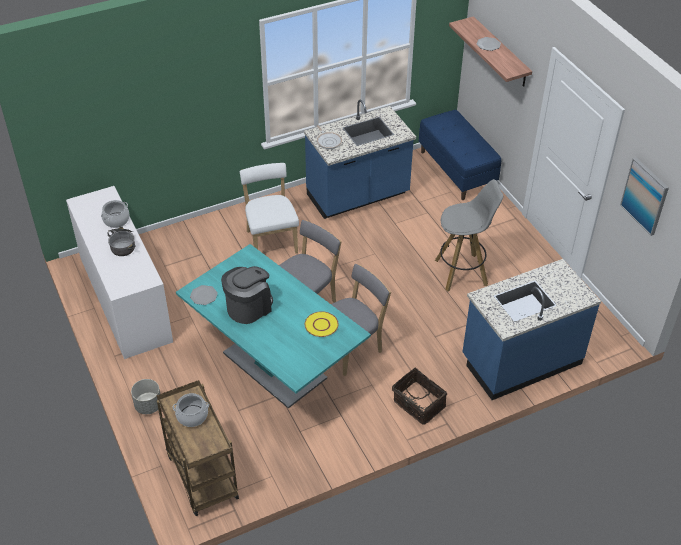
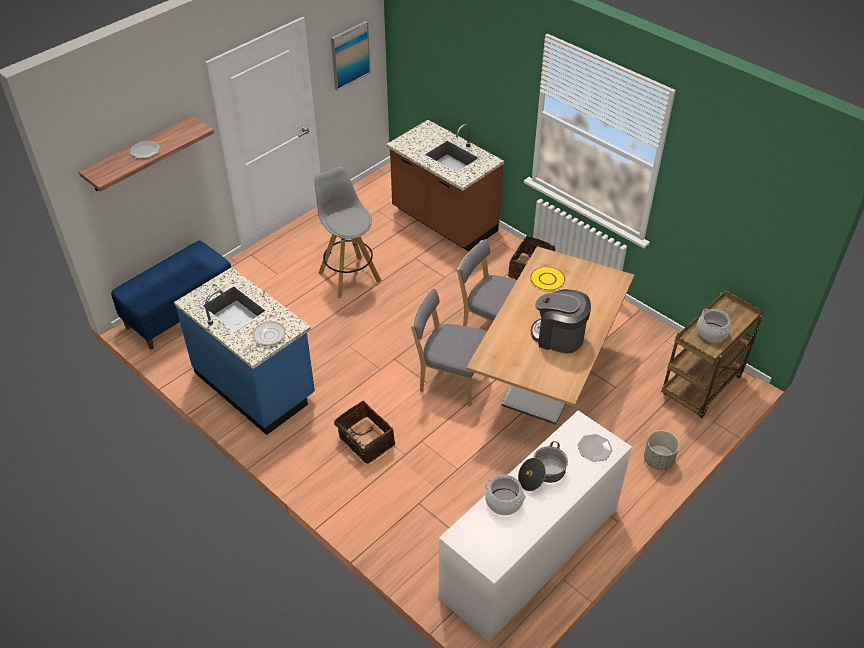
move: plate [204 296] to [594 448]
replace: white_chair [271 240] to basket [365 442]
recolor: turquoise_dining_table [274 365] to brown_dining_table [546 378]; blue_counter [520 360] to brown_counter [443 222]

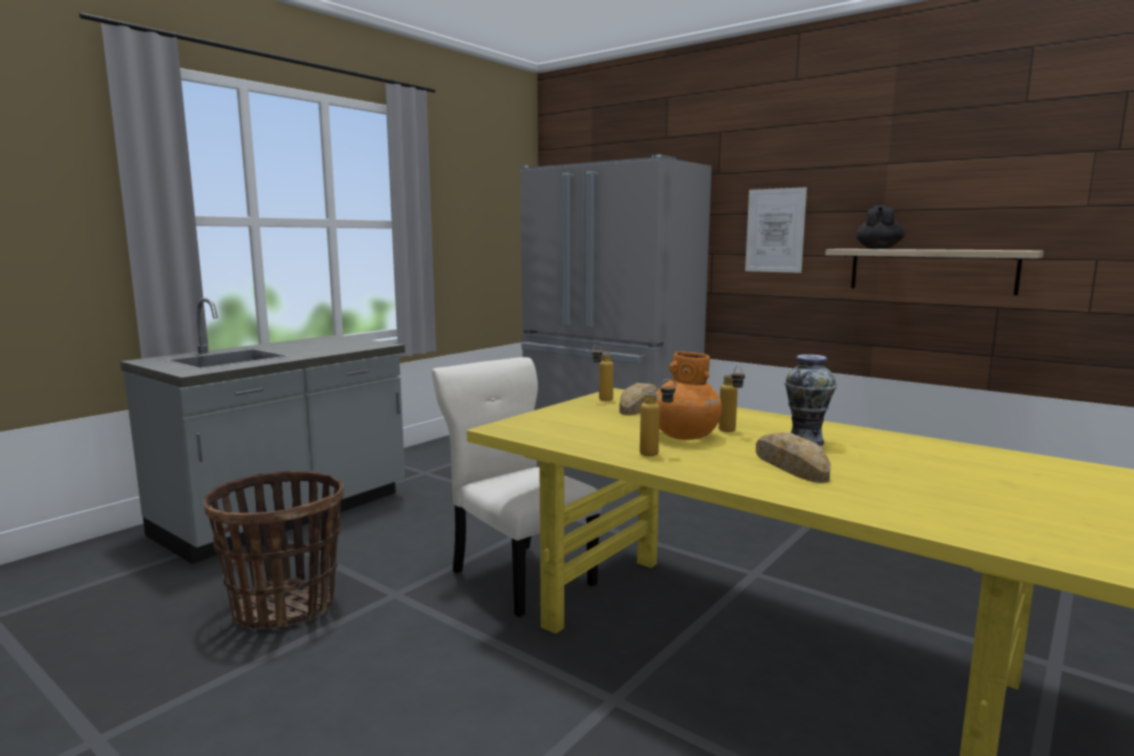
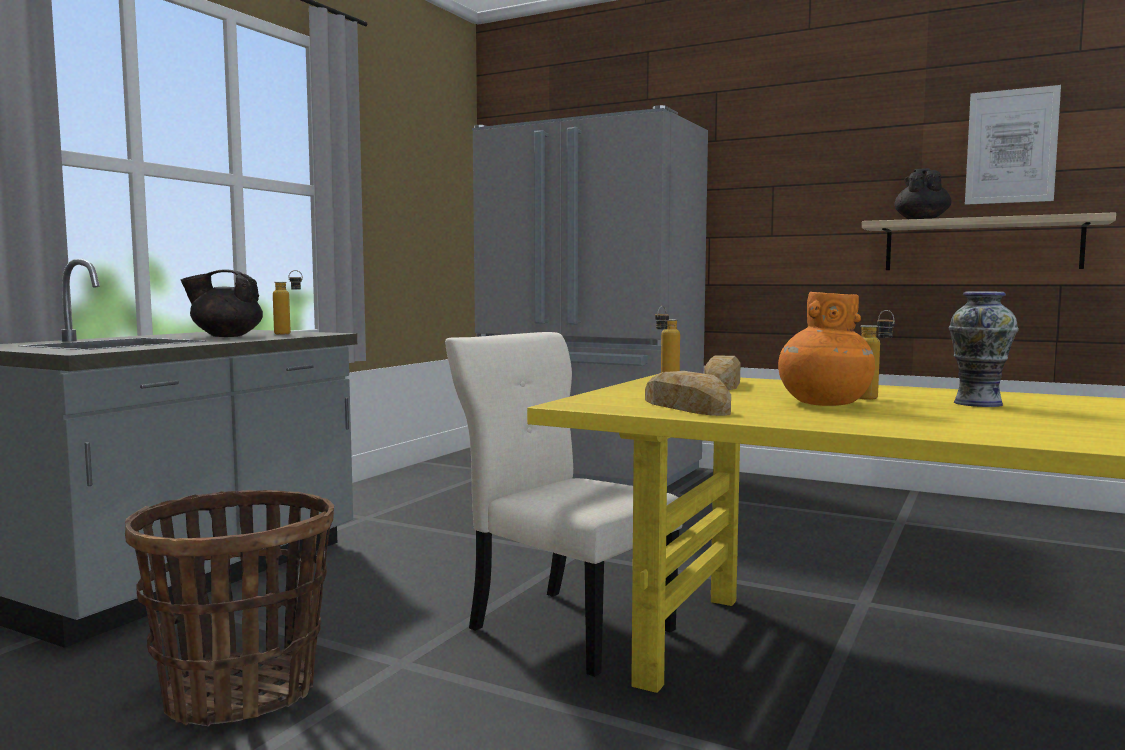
insert: black_teapot [226 336]
move: picture [775 230] to [1011 146]; bottle [656 453] to [289 334]; bread [790 465] to [686 407]

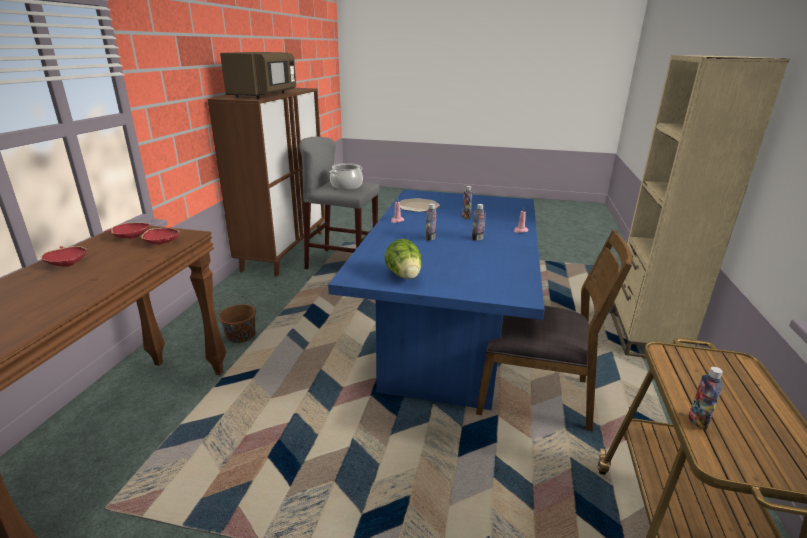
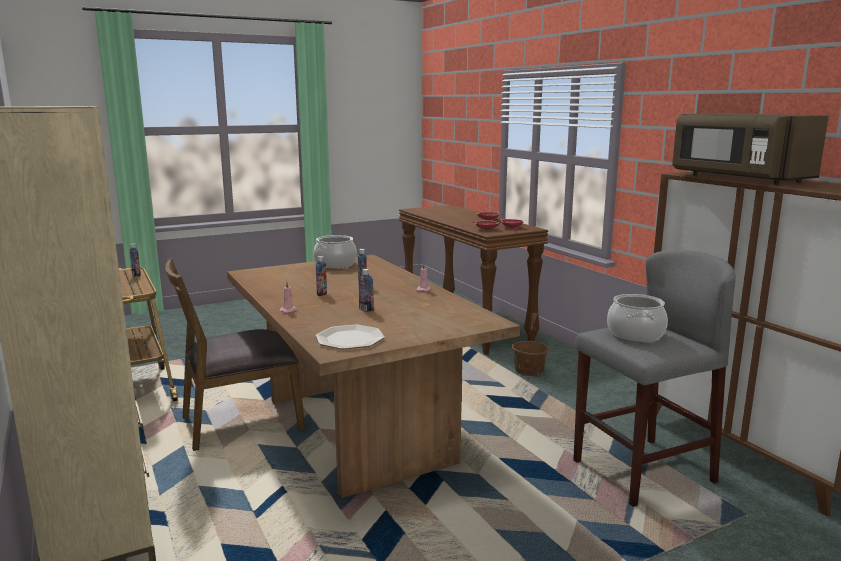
move: plate [418 206] to [349 339]
replace: lettuce [405 276] to cooking_pot [335 264]
recolor: blue_dining_table [447 344] to brown_dining_table [355 430]

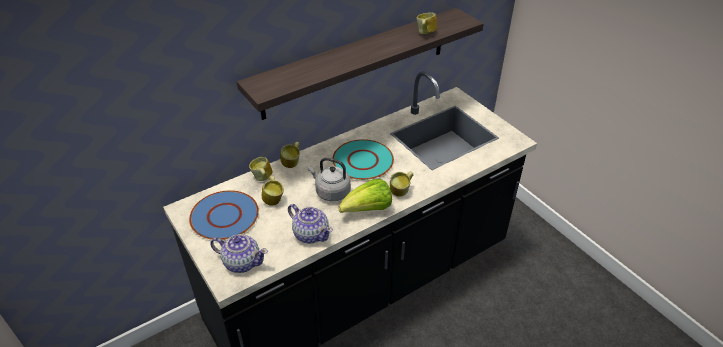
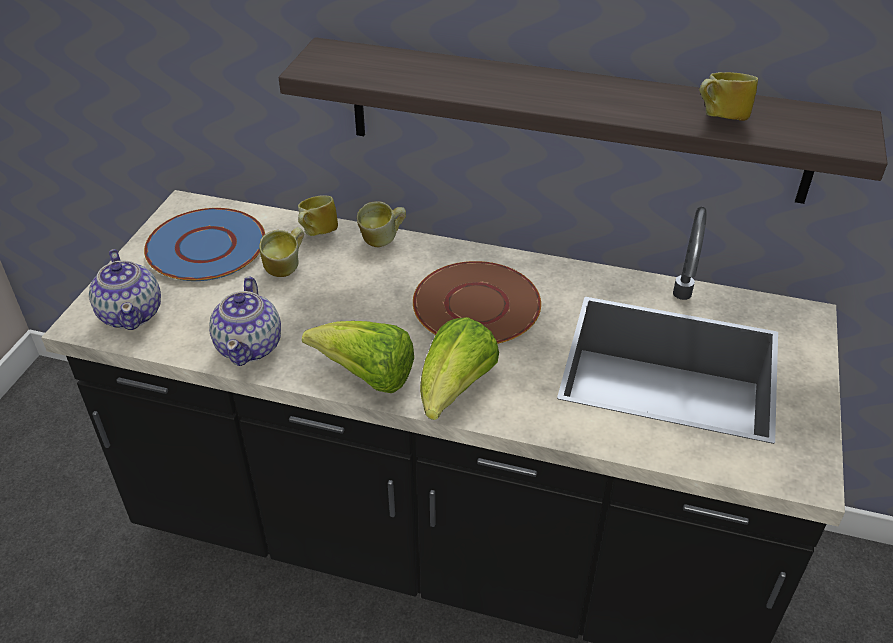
delete: grey_kettle [331 192]
replace: mug [401 191] to lettuce [455 391]
recolor: turquoise_plate [363 160] to brown_plate [477 305]

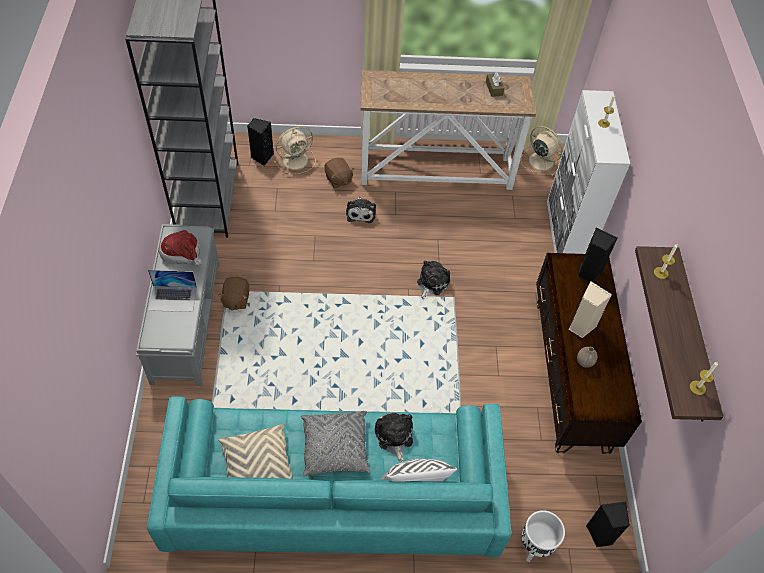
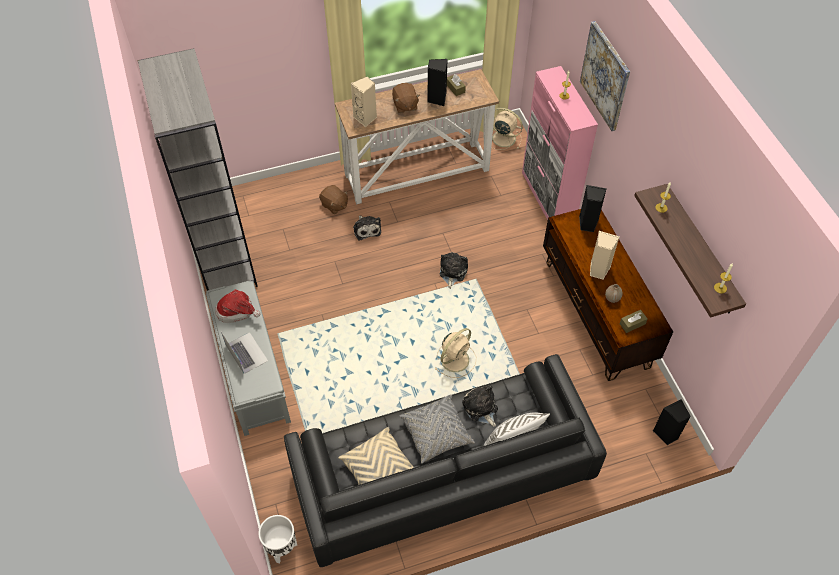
insert: picture [605 76]; beige_speaker [366 118]; brown_tissue_box [632 324]
move: black_speaker [262 157] to [437 99]; beige_fan [296 160] to [456 359]; brown_plush_toy [236 300] to [405 105]; white_planter [534 547] to [282 549]
recolor: white_cabinet [565 235] to pink_cabinet [548 198]; turquoise_sofa [333 494] to black_sofa [442 475]
rotate: laptop [173 298] = [246 352] 105 degrees counterclockwise

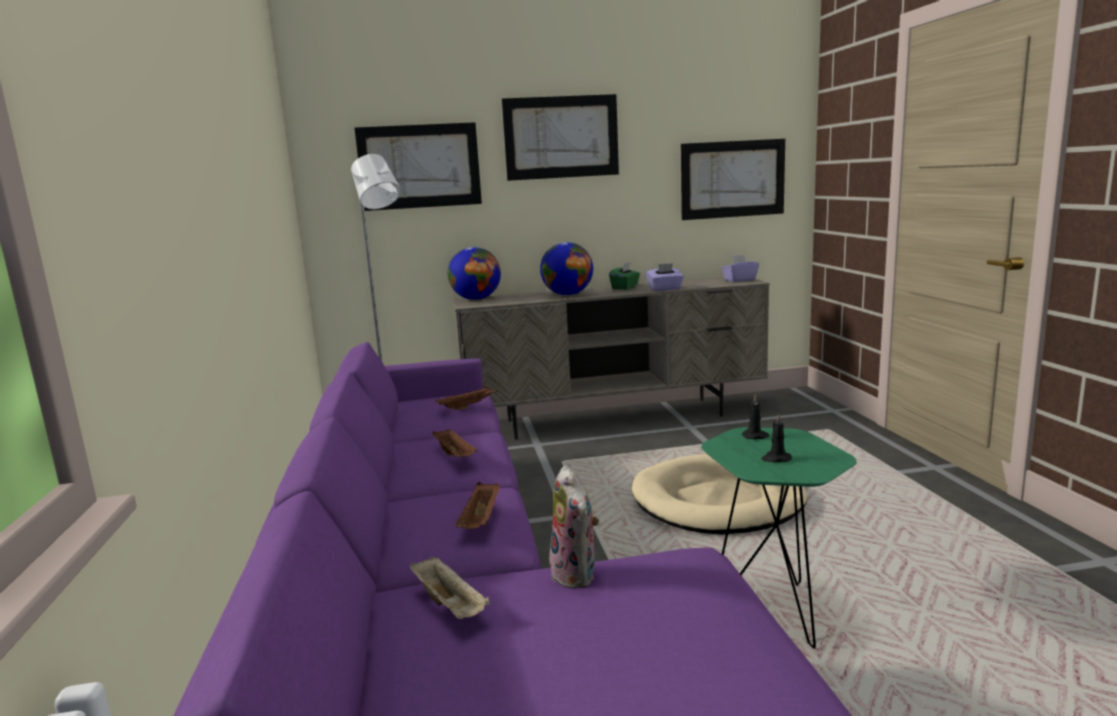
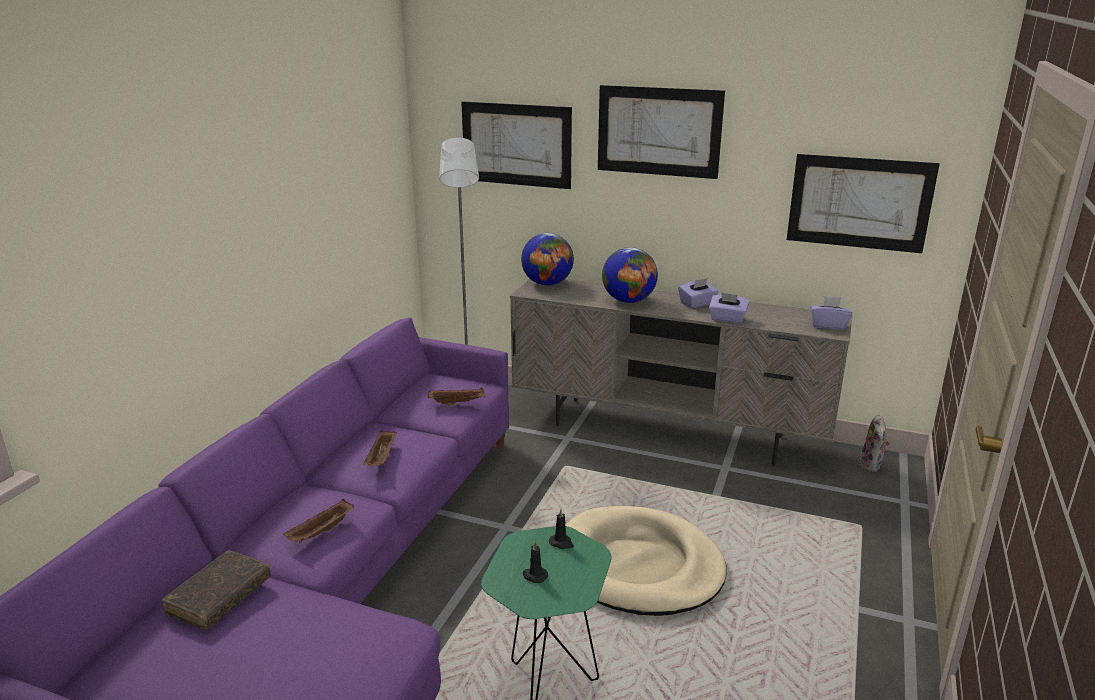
move: plush_toy [577 576] to [872 465]
replace: beige_tray [450 605] to brown_book [219 597]
recolor: green_tissue_box [625 287] to purple_tissue_box [697 304]

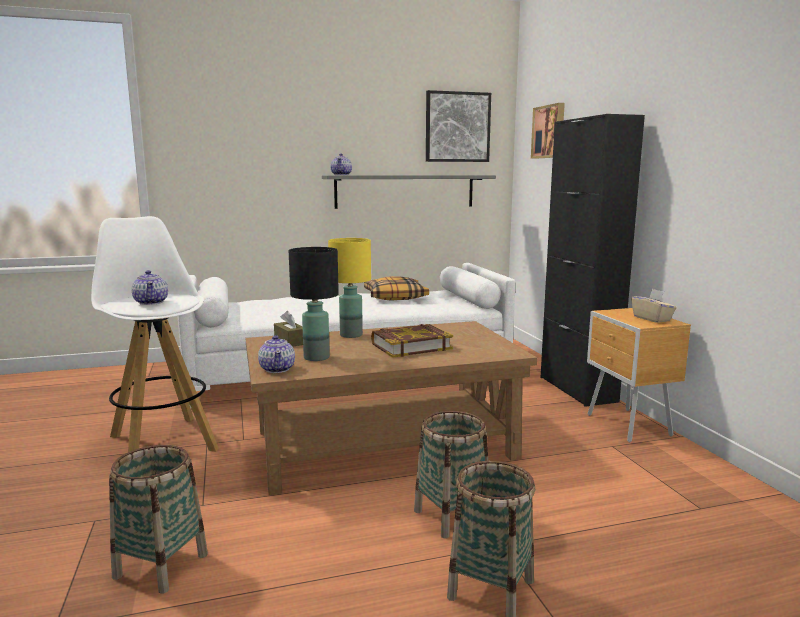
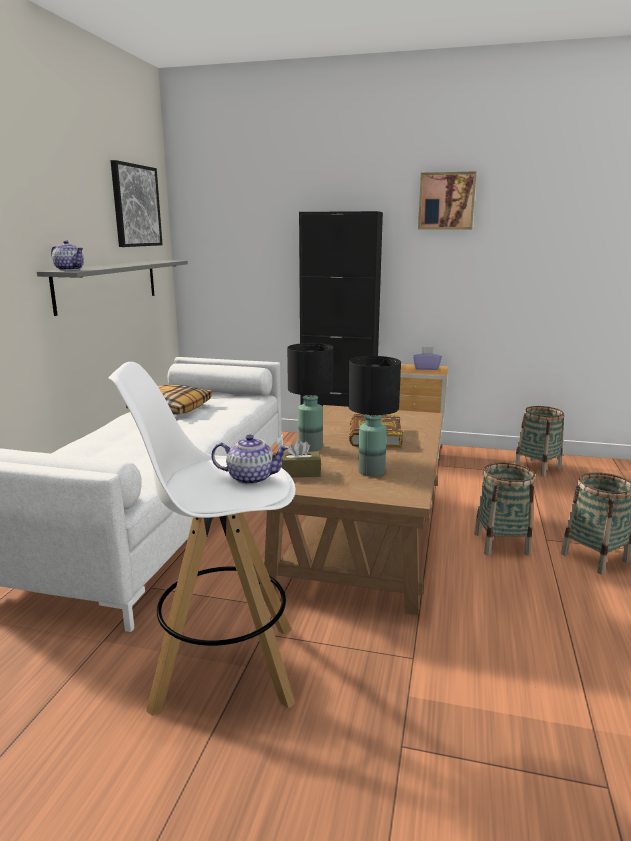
delete: teapot [277 369]
move: picture [549 132] to [446 201]; basket [161 566] to [537 468]
recolor: yellow_table_lamp [350 335] to black_table_lamp [310 448]; beige_tissue_box [652 319] to purple_tissue_box [426 368]

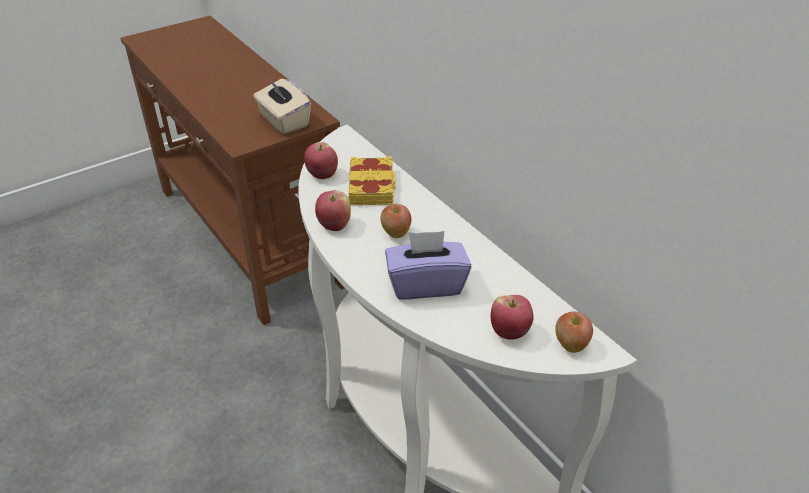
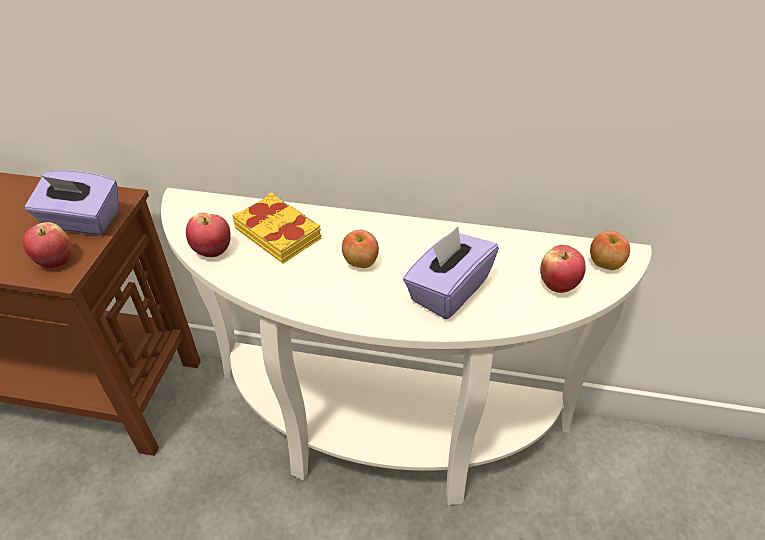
move: apple [334 225] to [56 261]
recolor: beige_tissue_box [283 121] to purple_tissue_box [82 221]

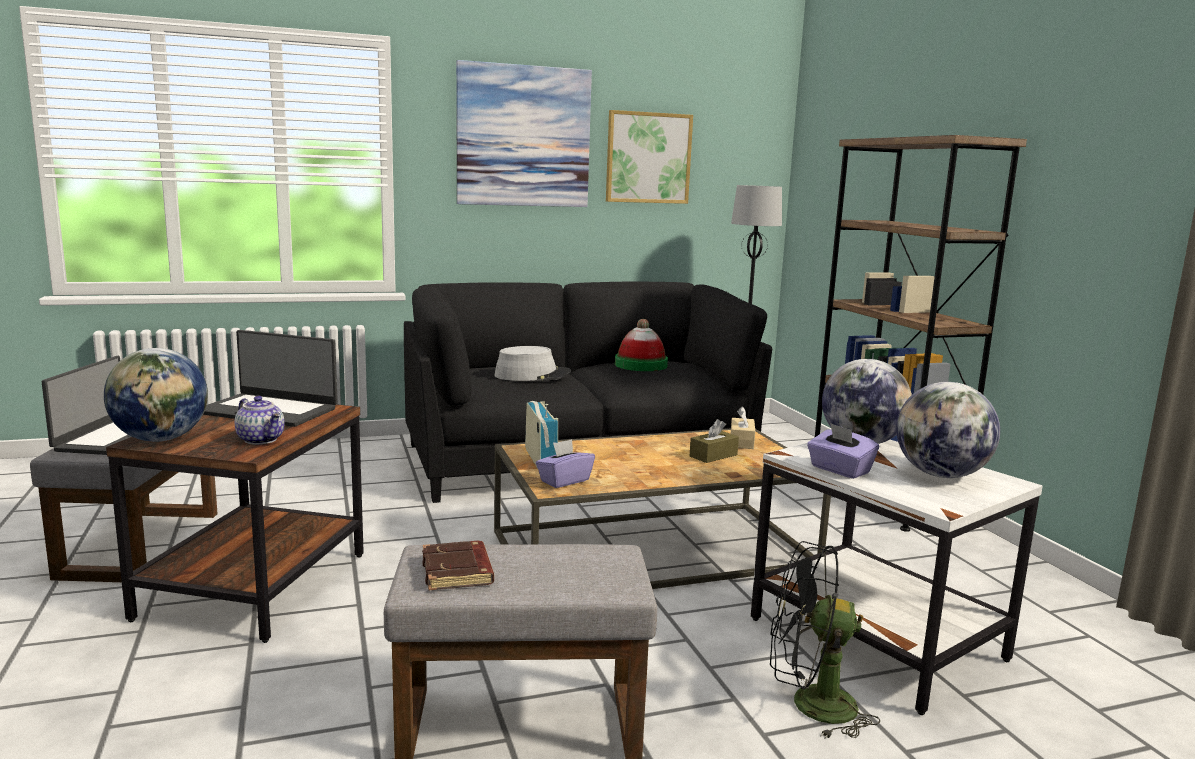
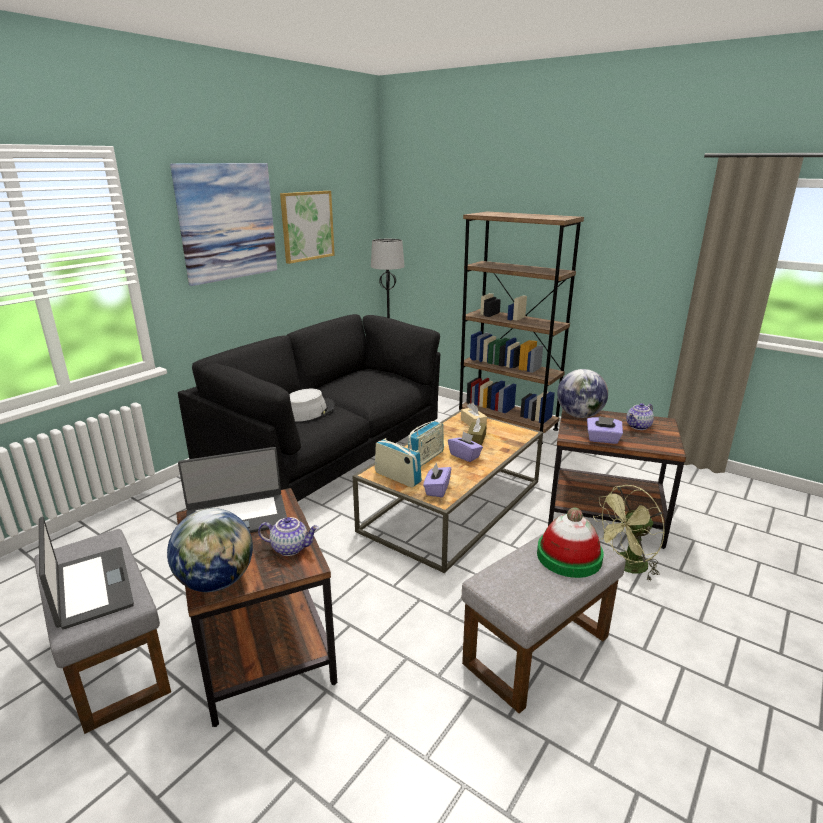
delete: brown_book [458 572]
insert: radio [425 458]; purple_tissue_box [465 456]
move: hat [641 365] to [569 556]
replace: globe [941 475] to teapot [638 427]
recolor: white_side_table [878 639] to brown_side_table [605 515]; black_fan [809 706] to green_fan [625 567]

